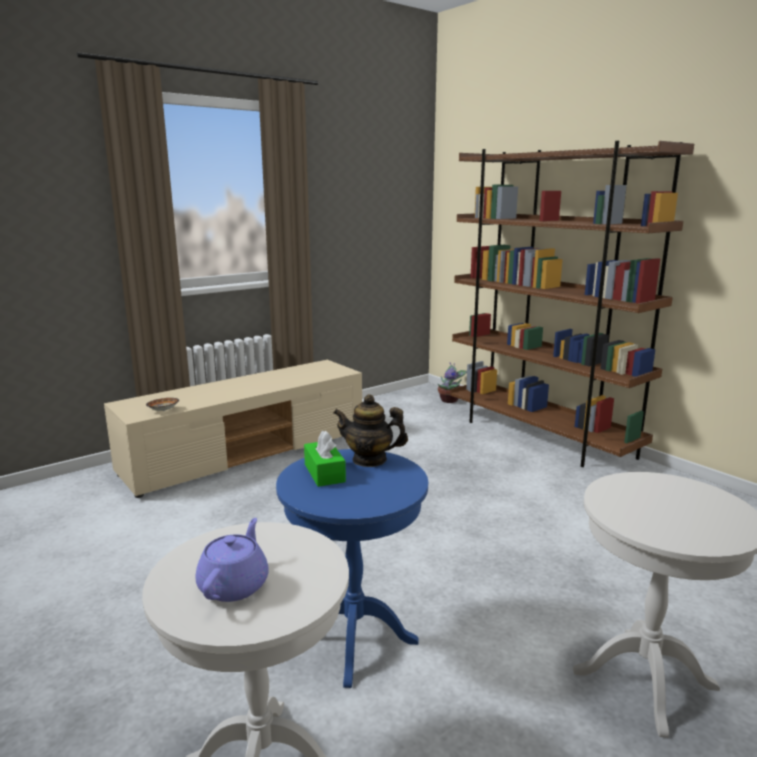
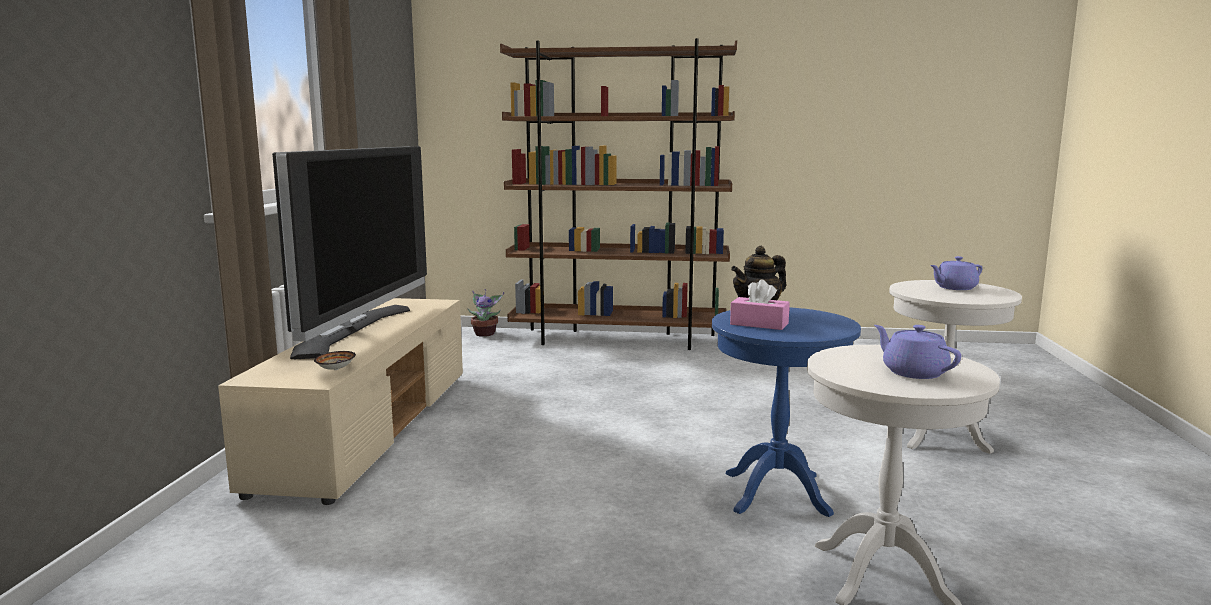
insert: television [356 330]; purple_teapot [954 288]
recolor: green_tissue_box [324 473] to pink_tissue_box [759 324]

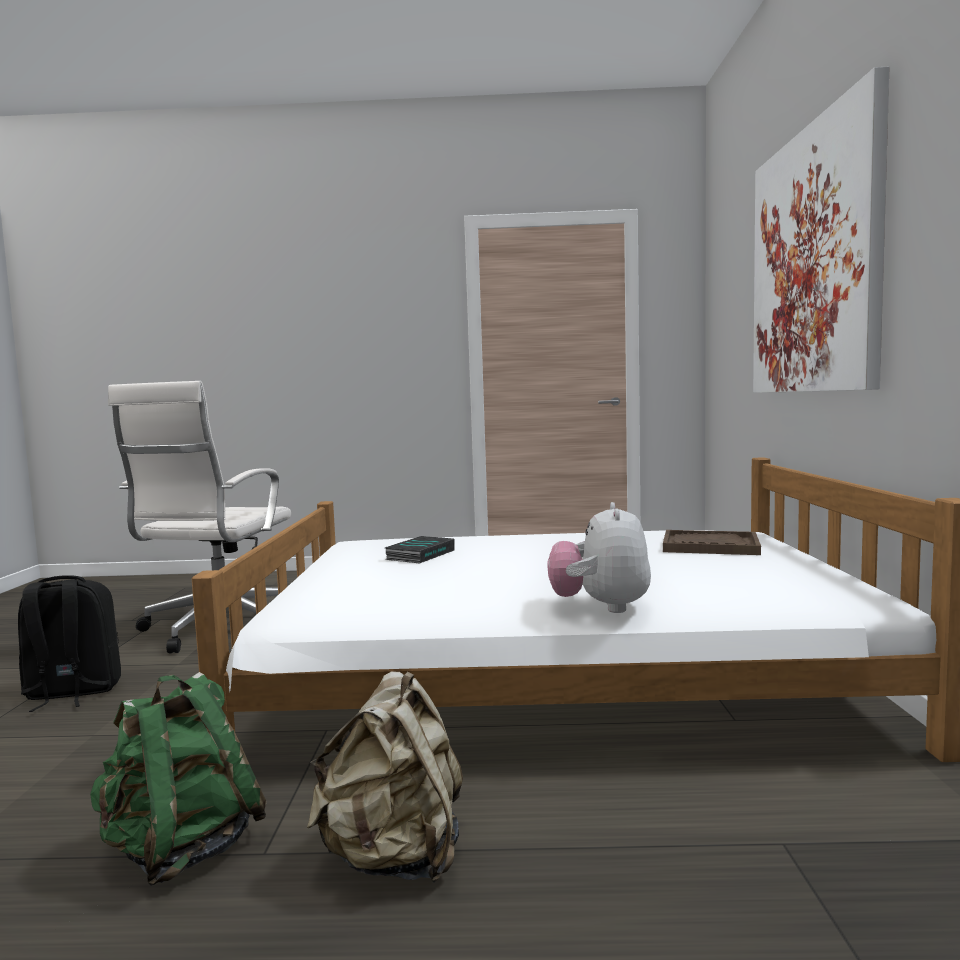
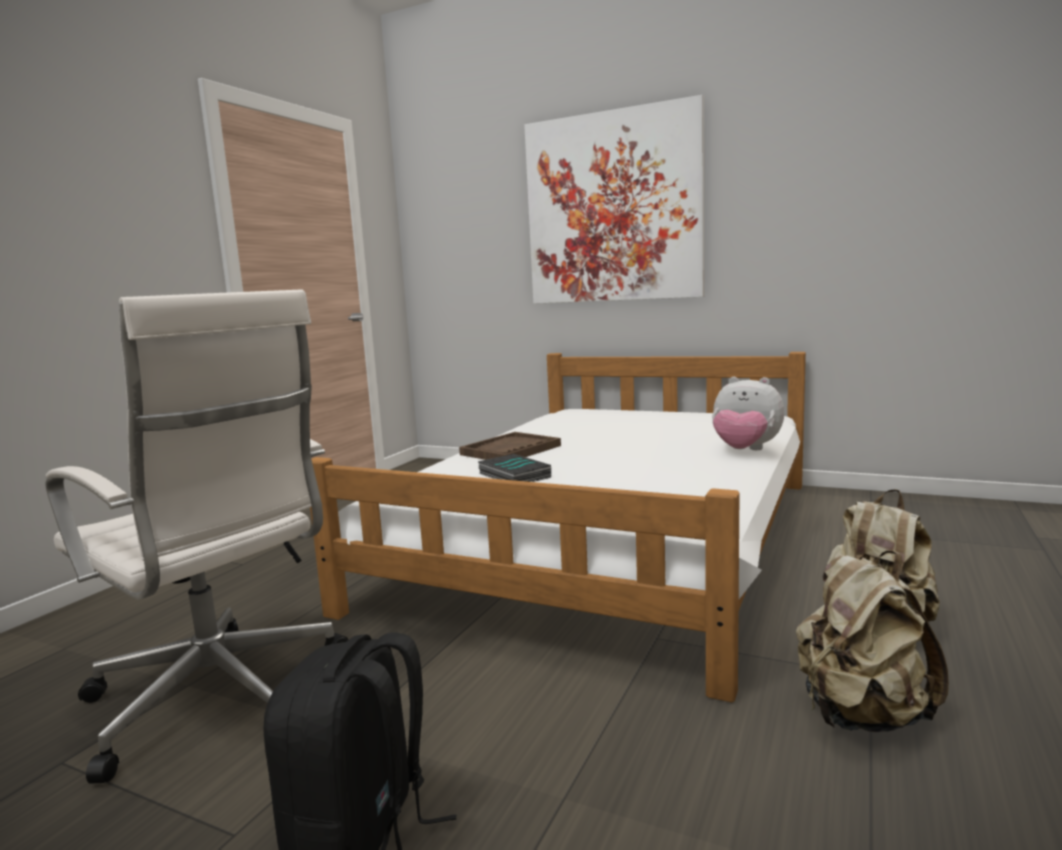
move: brown_tray [710 546] to [510 450]
recolor: green_backpack [182 849] to beige_backpack [861 715]

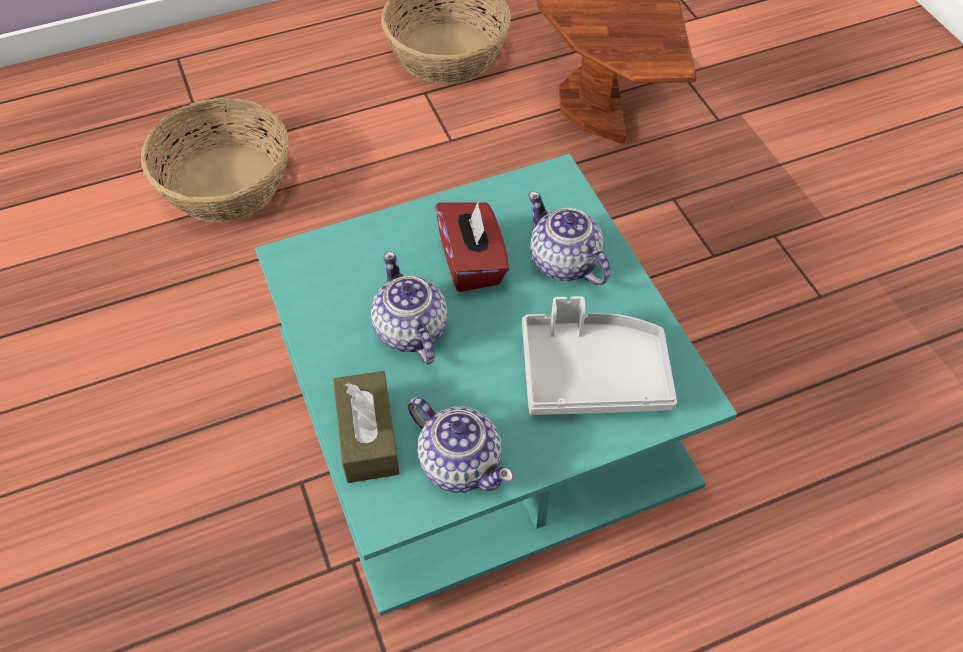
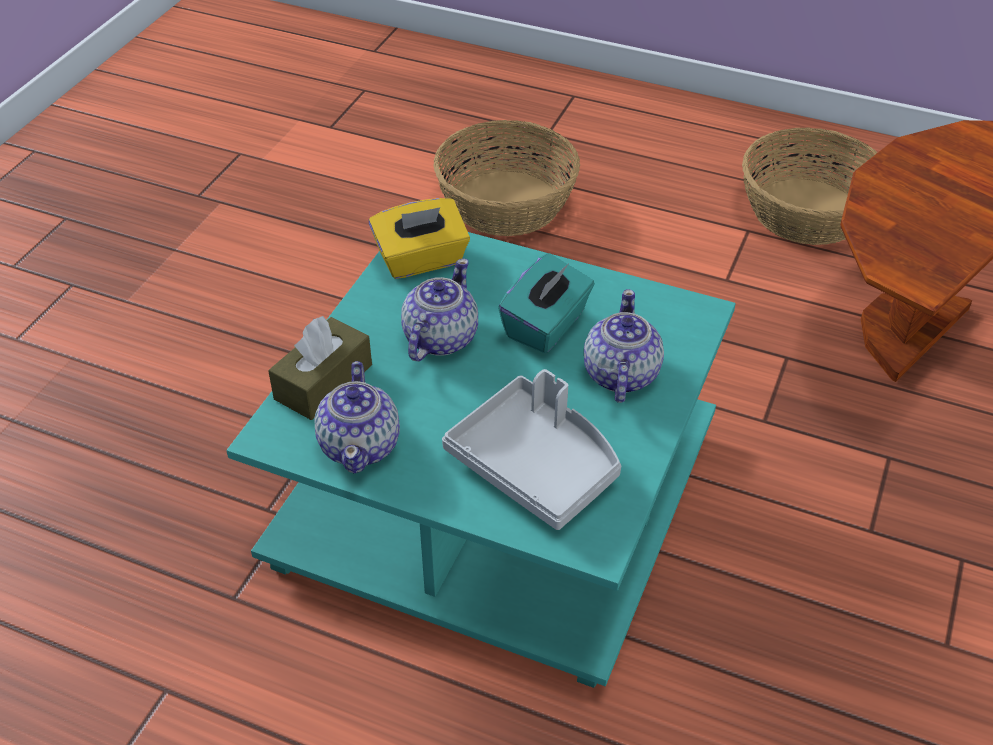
insert: yellow_tissue_box [421 260]
recolor: red_tissue_box [472 262] to turquoise_tissue_box [546 325]

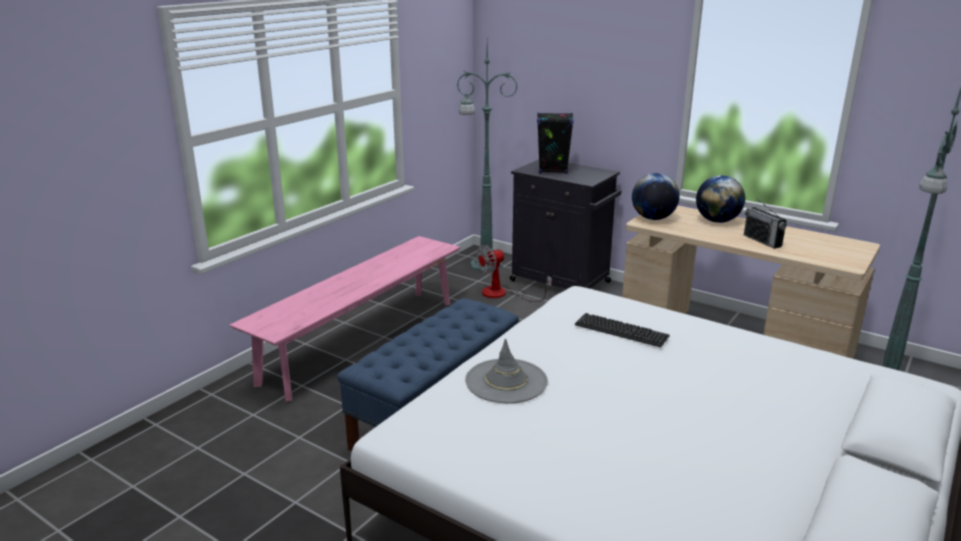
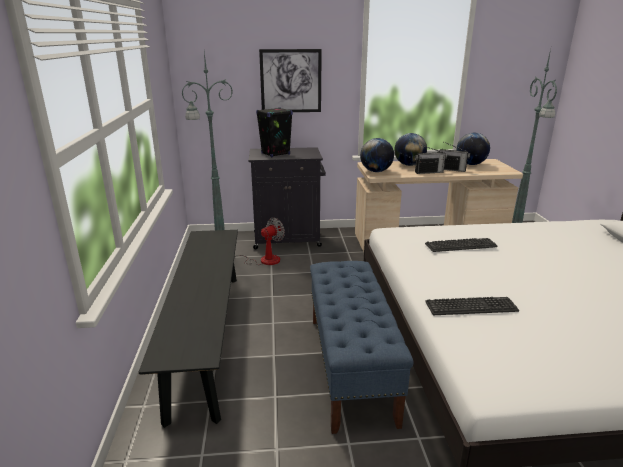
insert: picture [291 81]; globe [470 164]; radio [428 172]
replace: grey_hat [506 381] to keyboard [471 307]
recolor: pink_bench [362 340] to black_bench [207 336]
rotate: fan [503 294] = [262 260] 150 degrees counterclockwise

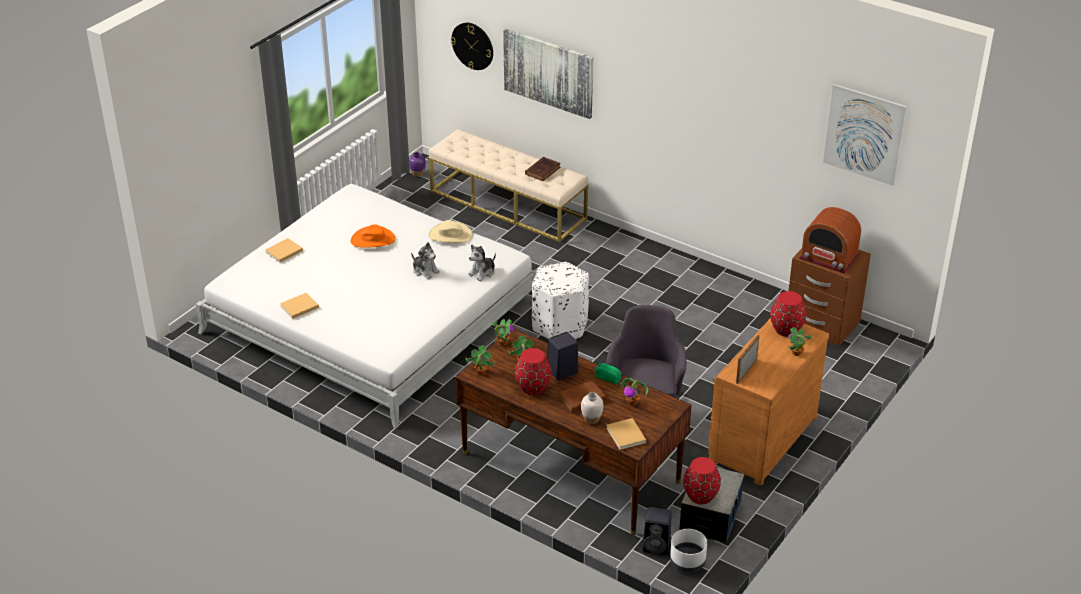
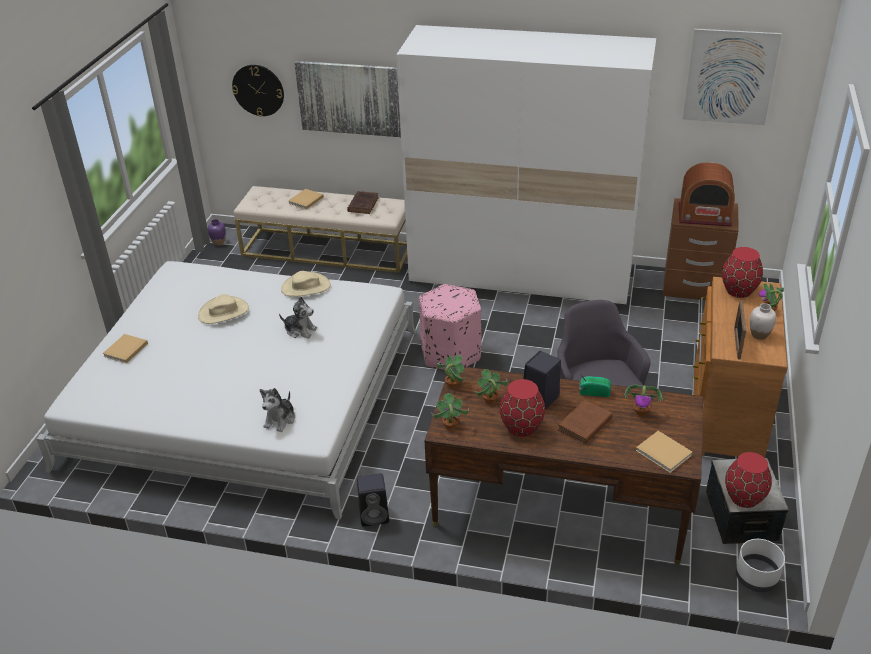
insert: white_wardrobe [521 274]
move: plush_toy [483 273] to [280 419]; beige_book [298 307] to [305 200]; white_vase [591 419] to [759 335]; black_speaker [657 546] to [375 515]
recolor: orange_hat [373 240] to beige_hat [223 312]; white_ottoman [560 325] to pink_ottoman [451 354]

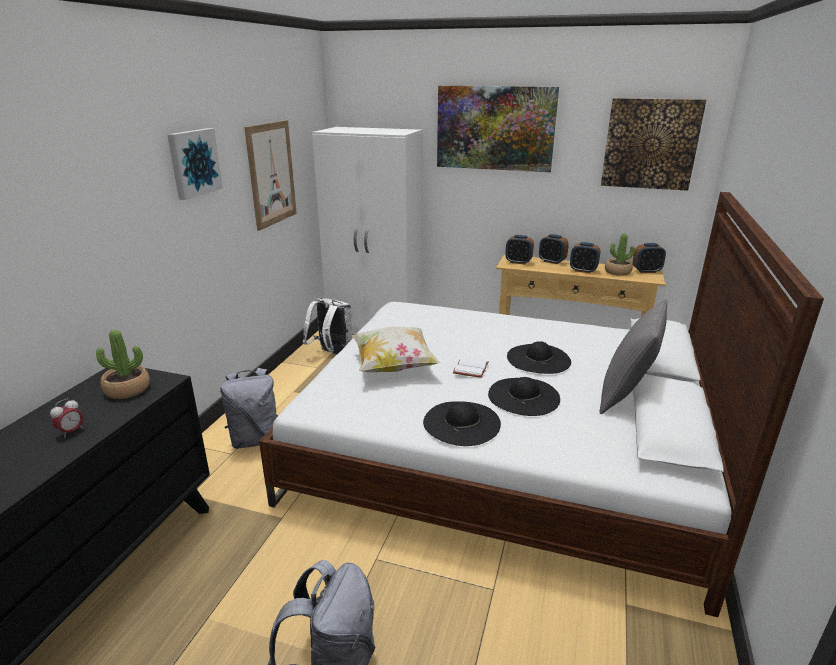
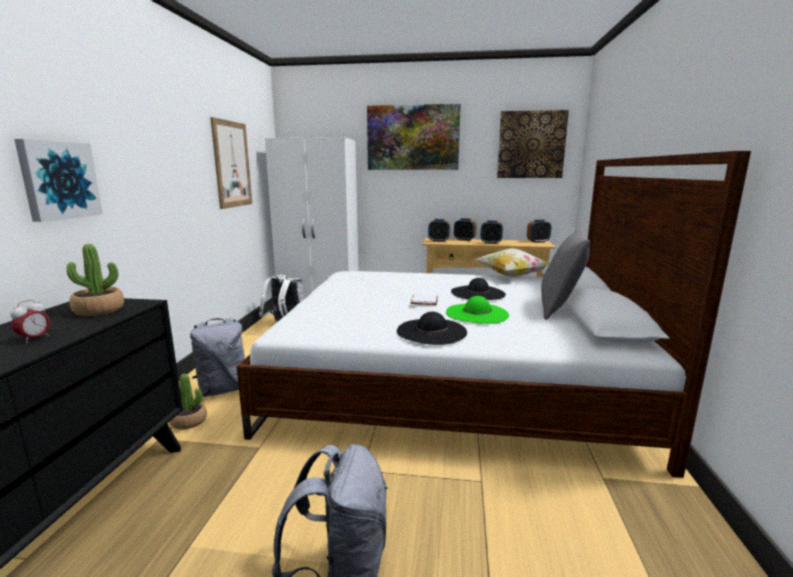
move: picture [193 163] to [58 180]; potted_plant [617 272] to [189 421]; pillow [393 366] to [511 276]
recolor: black_hat [523 396] to green_hat [477 313]

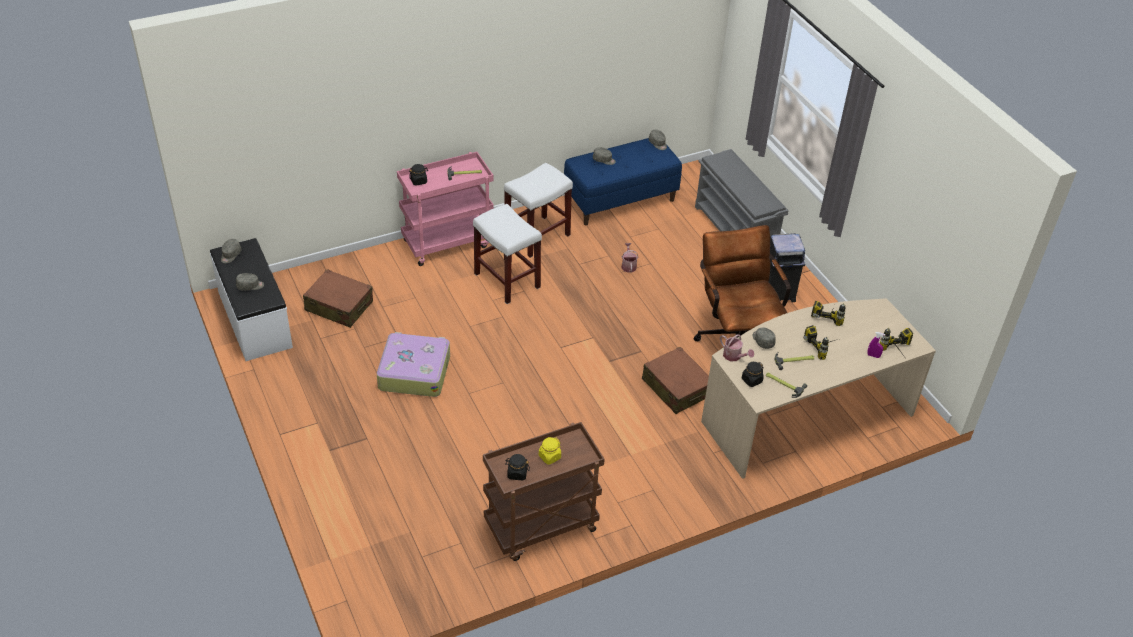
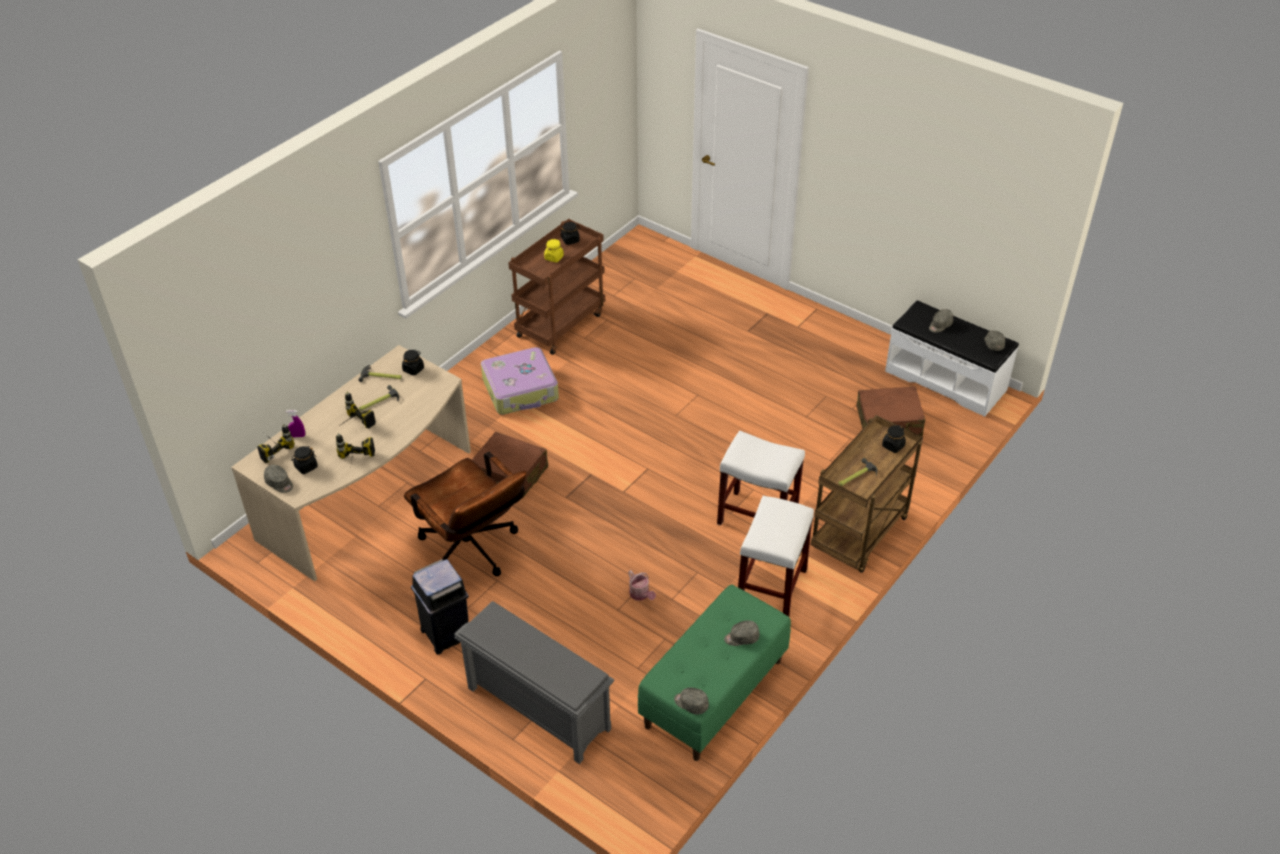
delete: watering_can [734 356]
insert: black_jar [306 467]
move: grey_cap [762 341] to [279 483]; suitcase [414 372] to [521 390]
recolor: blue_bench [620 200] to green_bench [714 694]; pink_cart [448 242] to brown_cart [859 536]

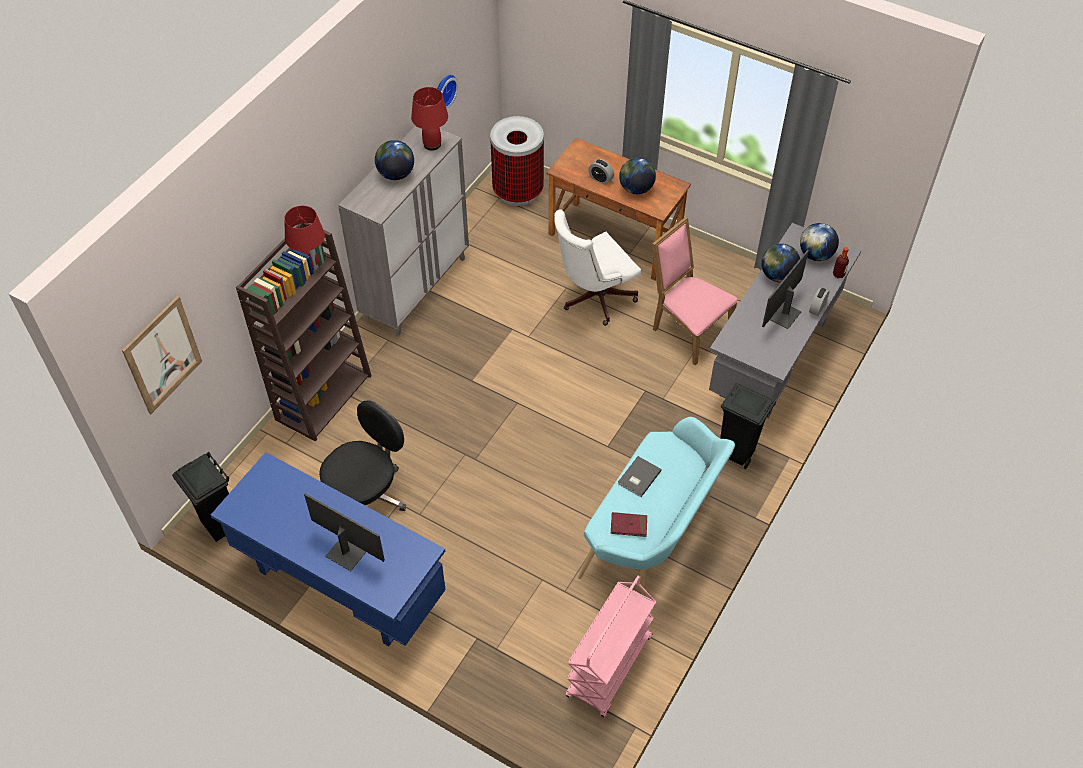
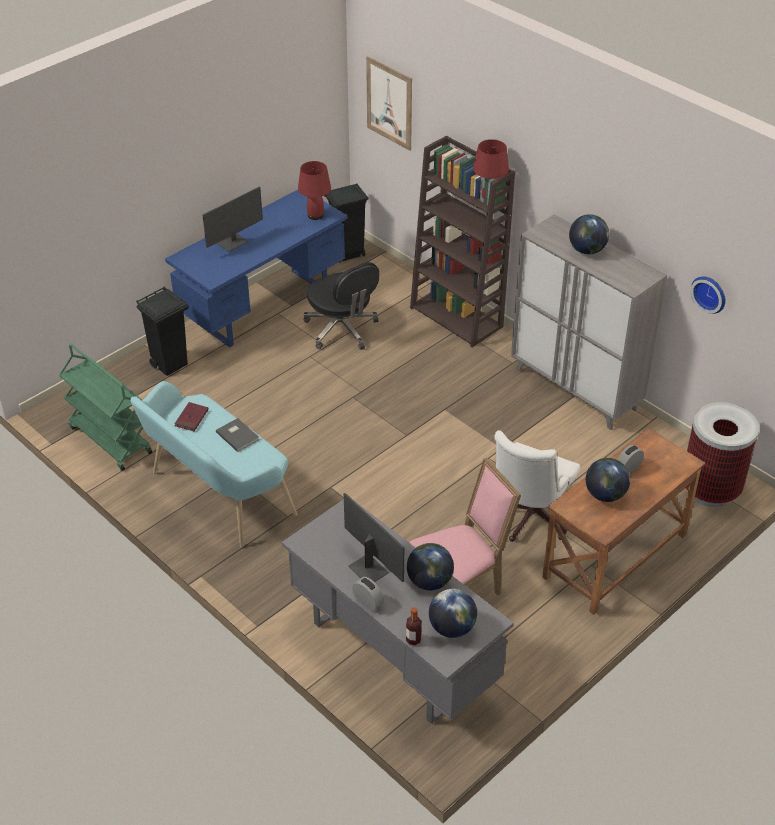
move: red_table_lamp [432 144] to [315 215]; black_trash_can [736 453] to [170 364]
recolor: pink_cart [609 668] to green_cart [109 440]
rotate: white_office_chair [593 298] = [528 518] 135 degrees counterclockwise

